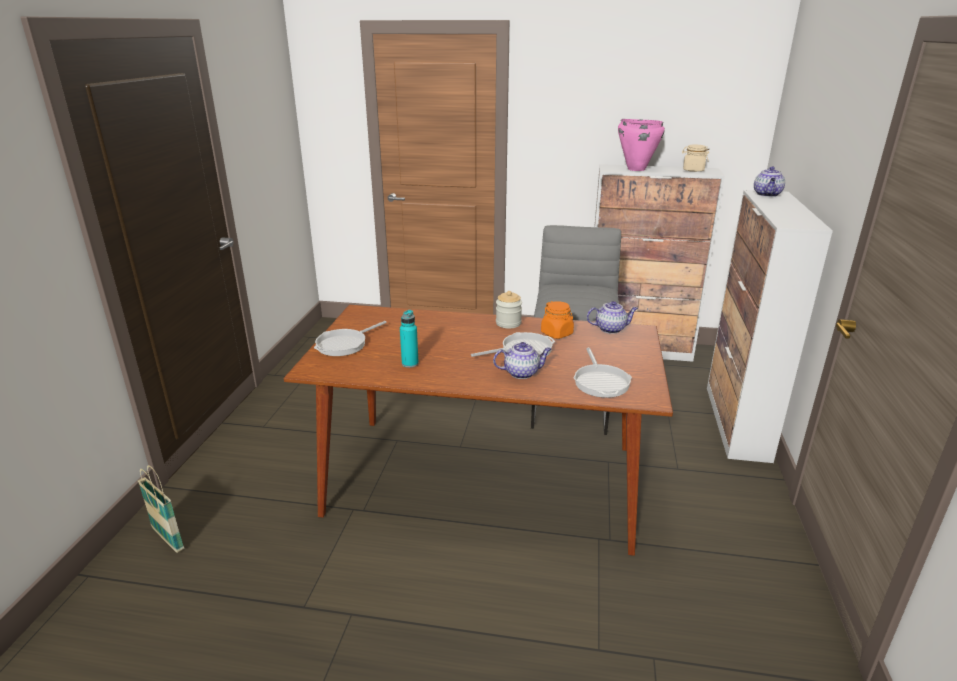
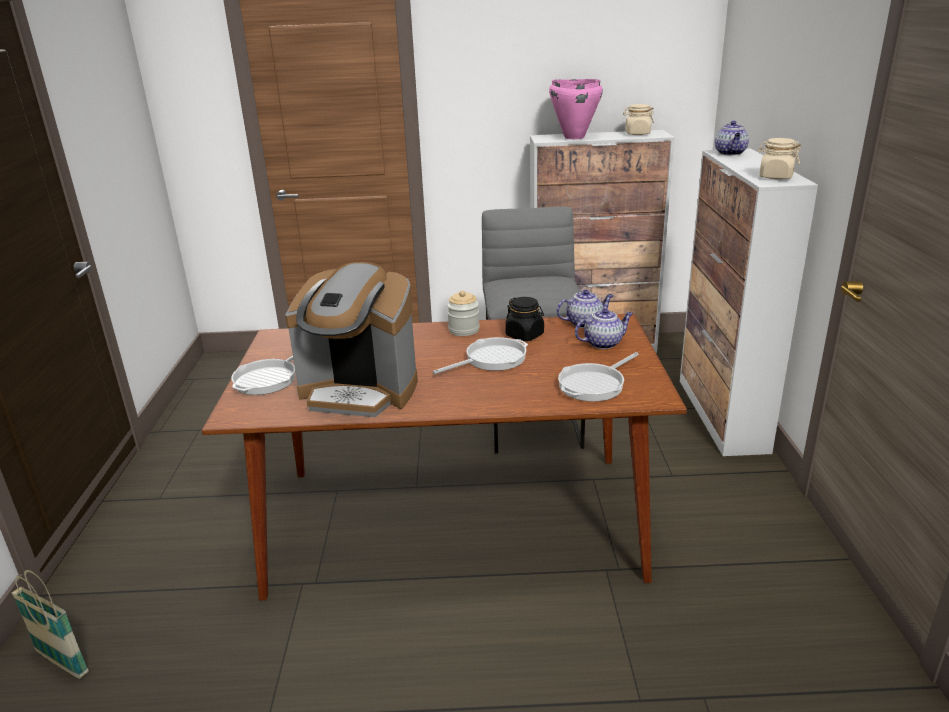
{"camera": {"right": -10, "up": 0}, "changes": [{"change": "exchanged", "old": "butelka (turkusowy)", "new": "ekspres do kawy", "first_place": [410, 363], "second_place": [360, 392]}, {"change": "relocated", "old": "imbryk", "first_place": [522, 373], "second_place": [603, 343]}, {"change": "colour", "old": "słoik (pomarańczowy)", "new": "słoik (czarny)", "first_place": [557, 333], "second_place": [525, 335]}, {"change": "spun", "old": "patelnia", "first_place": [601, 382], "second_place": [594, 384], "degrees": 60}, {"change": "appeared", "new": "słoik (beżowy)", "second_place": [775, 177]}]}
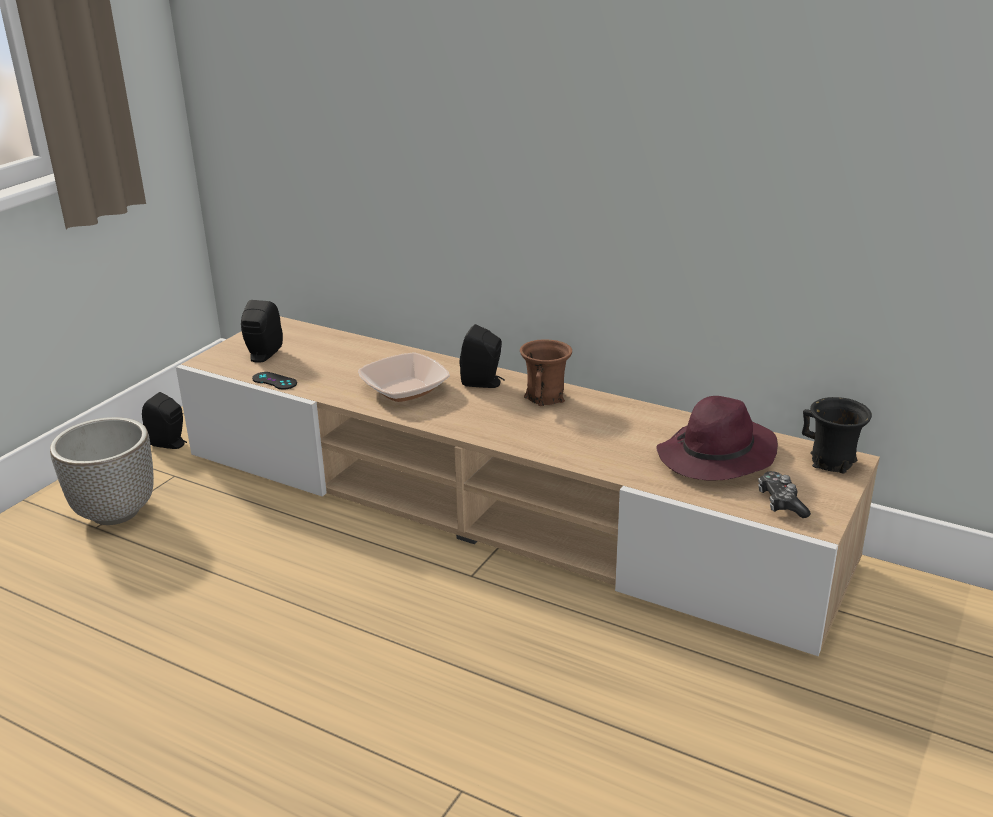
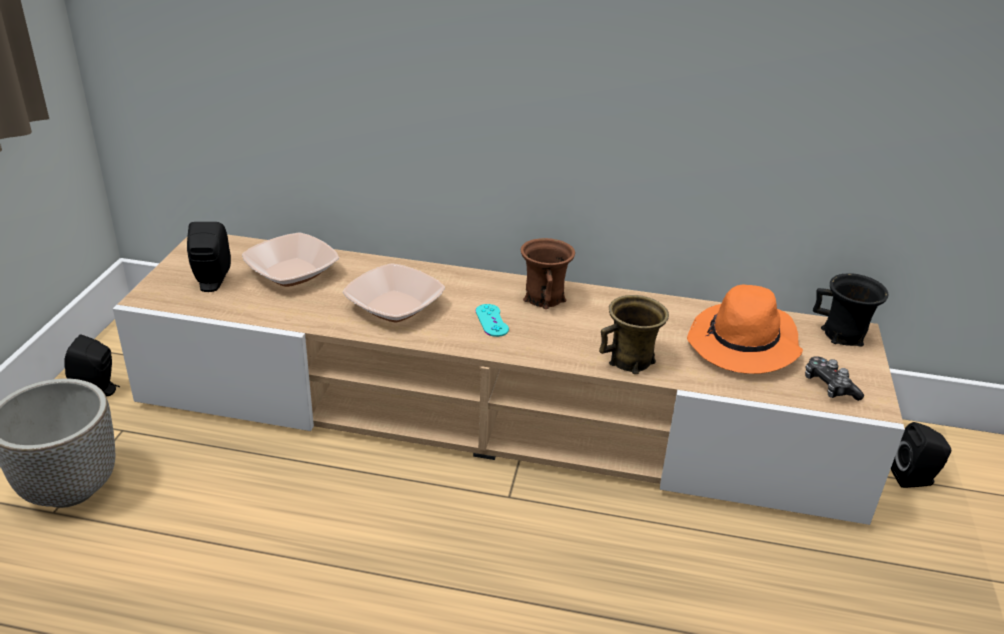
{"camera": {"right": -20, "up": 5}, "changes": [{"change": "missing", "old": "pad do gier (czarny)", "first_place": [274, 381]}, {"change": "relocated", "old": "głośnik (czarny)", "first_place": [484, 383], "second_place": [914, 479]}, {"change": "colour", "old": "kapelusz (fioletowy)", "new": "kapelusz (pomarańczowy)", "first_place": [716, 457], "second_place": [743, 345]}, {"change": "appeared", "new": "miska", "second_place": [292, 272]}, {"change": "appeared", "new": "pad do gier (turkusowy)", "second_place": [492, 320]}, {"change": "appeared", "new": "kubek (brązowy)", "second_place": [631, 361]}]}
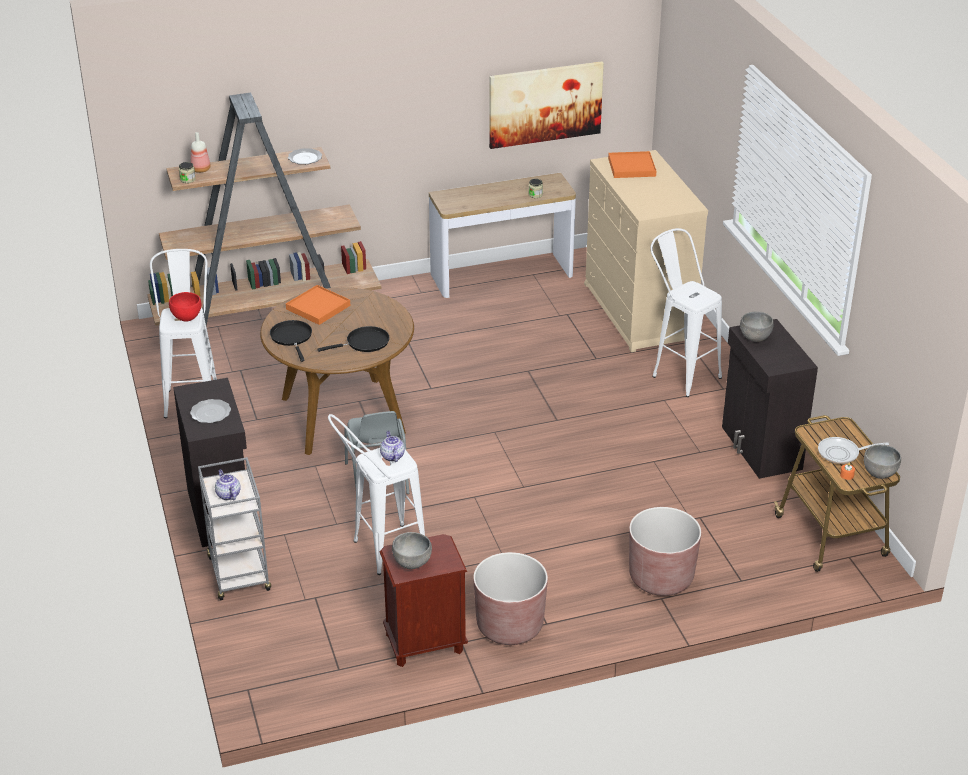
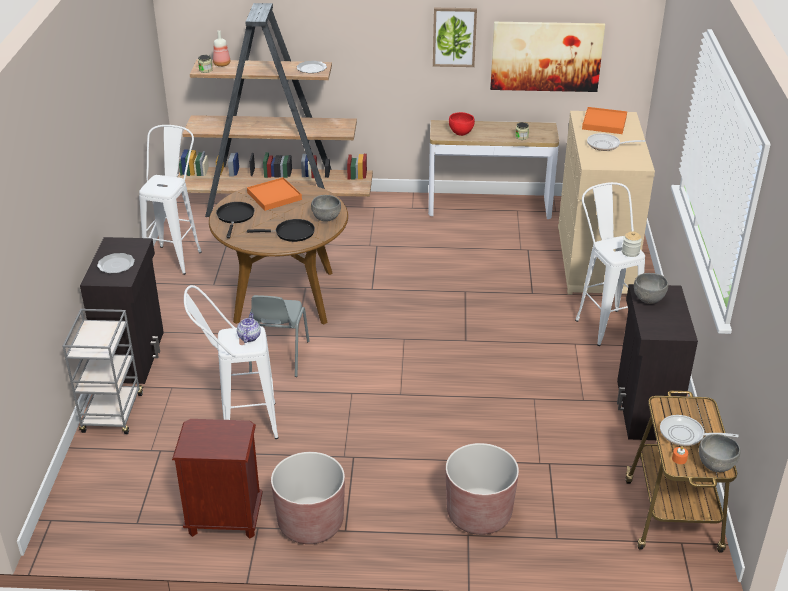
{"camera": {"right": 20, "up": 0}, "changes": [{"change": "relocated", "old": "miska (czerwony)", "first_place": [187, 317], "second_place": [461, 133]}, {"change": "missing", "old": "imbryk", "first_place": [228, 494]}, {"change": "relocated", "old": "miska (szary)", "first_place": [411, 563], "second_place": [326, 218]}, {"change": "appeared", "new": "obraz", "second_place": [454, 37]}, {"change": "appeared", "new": "patelnia", "second_place": [606, 145]}, {"change": "appeared", "new": "słoik", "second_place": [630, 252]}]}
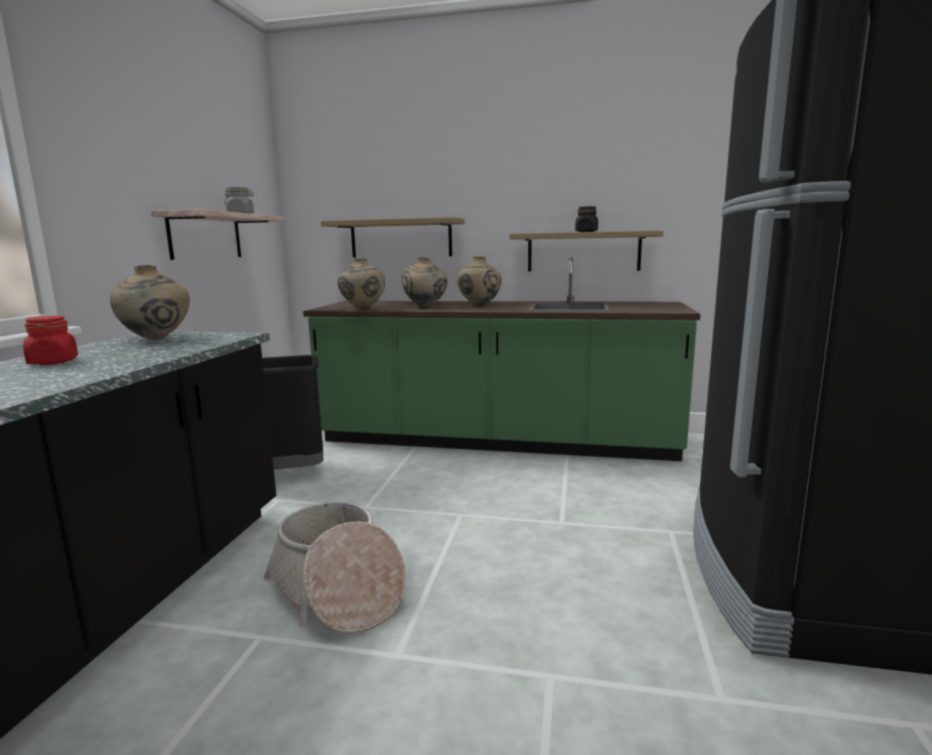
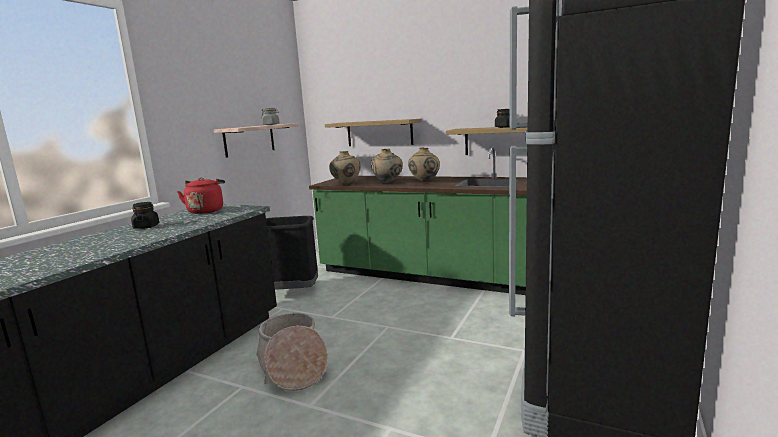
{"camera": {"right": 15, "up": 0}, "changes": [{"change": "colour", "old": "słoik (czerwony)", "new": "słoik (czarny)", "first_place": [53, 362], "second_place": [146, 227]}, {"change": "exchanged", "old": "wazon (beżowy)", "new": "czajnik (czerwony)", "first_place": [157, 339], "second_place": [206, 211]}]}
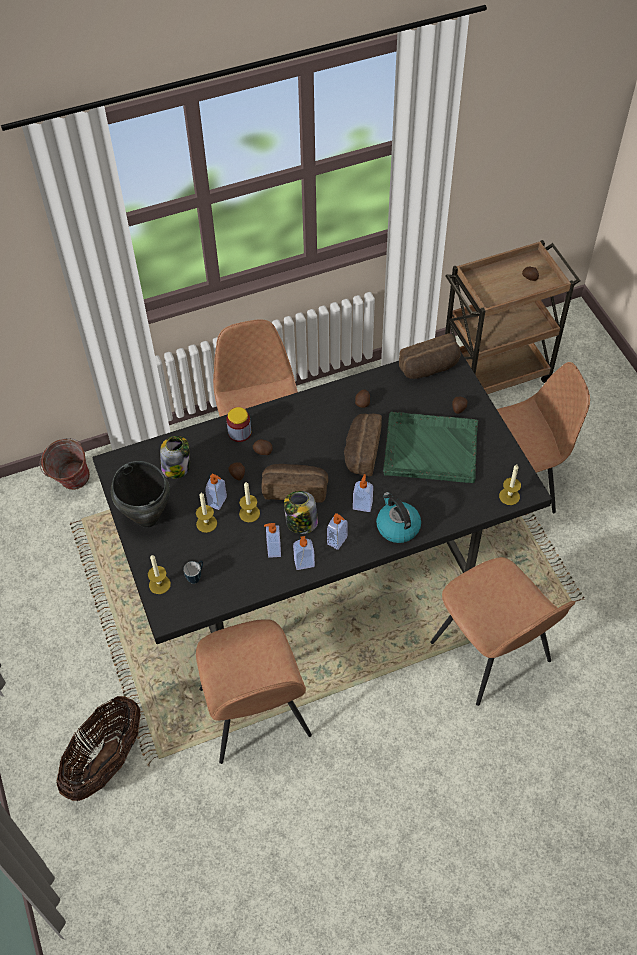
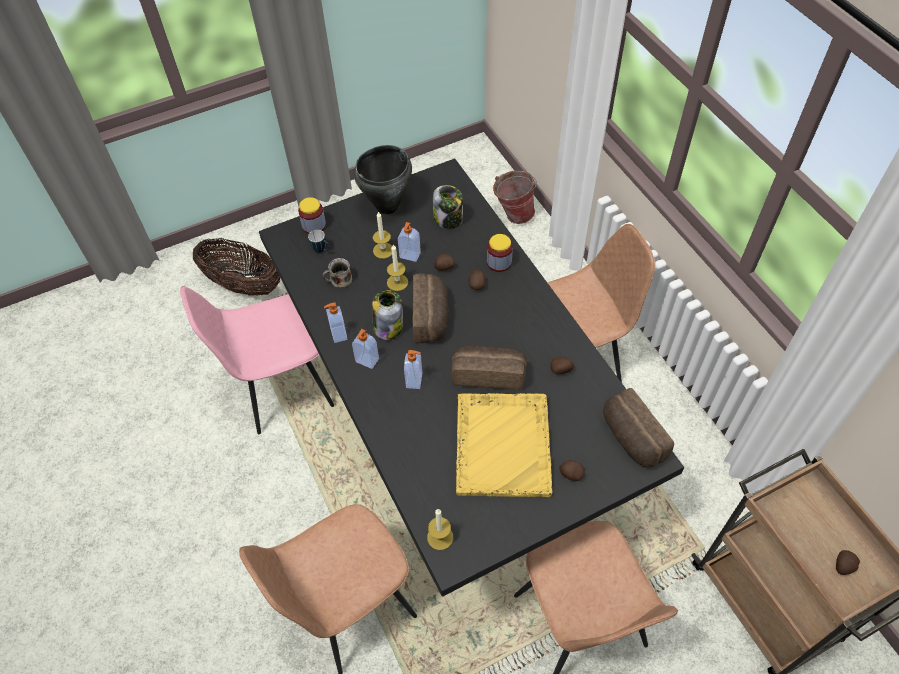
{"camera": {"right": 85, "up": 0}, "changes": [{"change": "exchanged", "old": "świeca", "new": "słoik", "first_place": [159, 584], "second_place": [314, 225]}, {"change": "colour", "old": "krzesło (brązowy)", "new": "krzesło (różowy)", "first_place": [255, 715], "second_place": [280, 386]}, {"change": "missing", "old": "dozownik mydła", "first_place": [273, 549]}, {"change": "missing", "old": "czajnik", "first_place": [397, 526]}, {"change": "colour", "old": "taca (zielony)", "new": "taca (żółty)", "first_place": [429, 448], "second_place": [503, 444]}, {"change": "appeared", "new": "kubek", "second_place": [340, 280]}]}
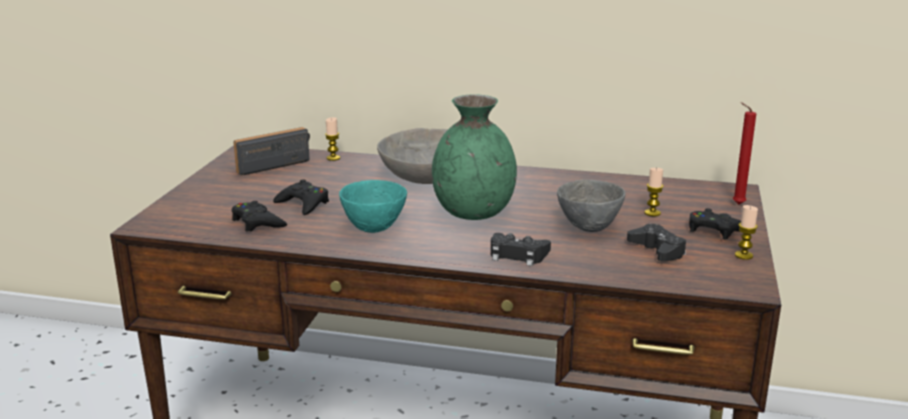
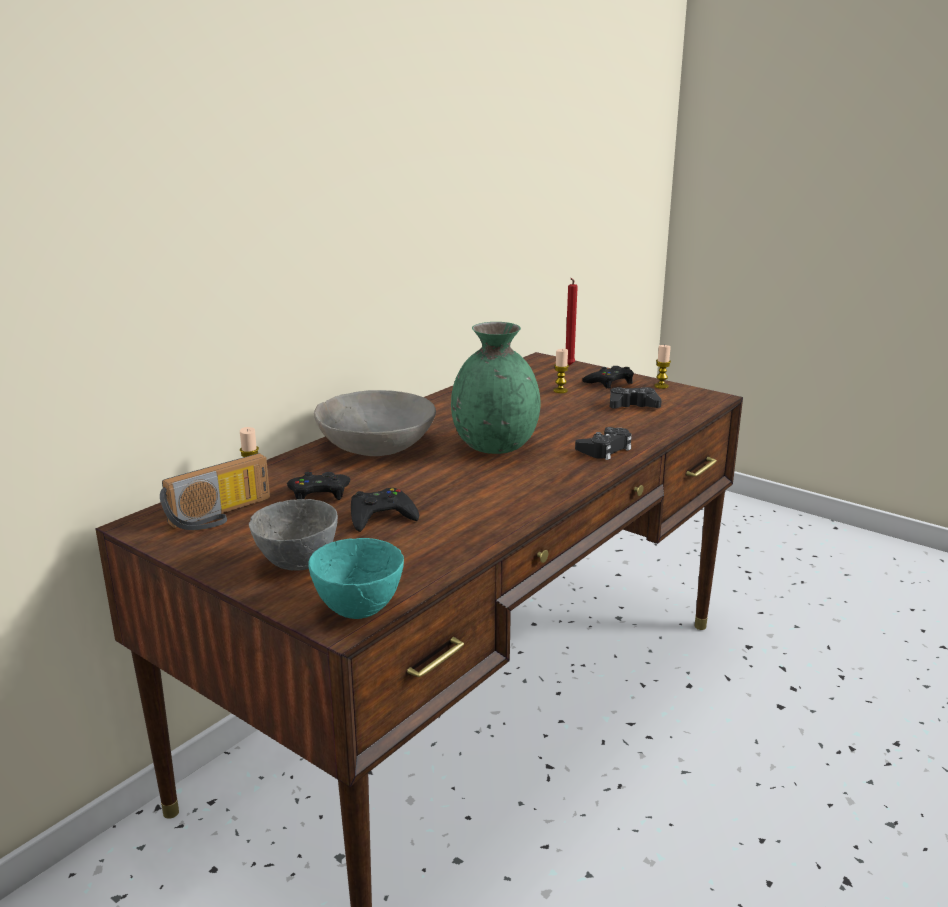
{"camera": {"right": -65, "up": 0}, "changes": [{"change": "relocated", "old": "pad do gier (czarny)", "first_place": [257, 222], "second_place": [319, 493]}, {"change": "spun", "old": "radio", "first_place": [273, 164], "second_place": [221, 515], "degrees": -120}, {"change": "relocated", "old": "miska (turkusowy)", "first_place": [373, 228], "second_place": [356, 609]}, {"change": "relocated", "old": "miska (szary)", "first_place": [589, 228], "second_place": [299, 564]}]}
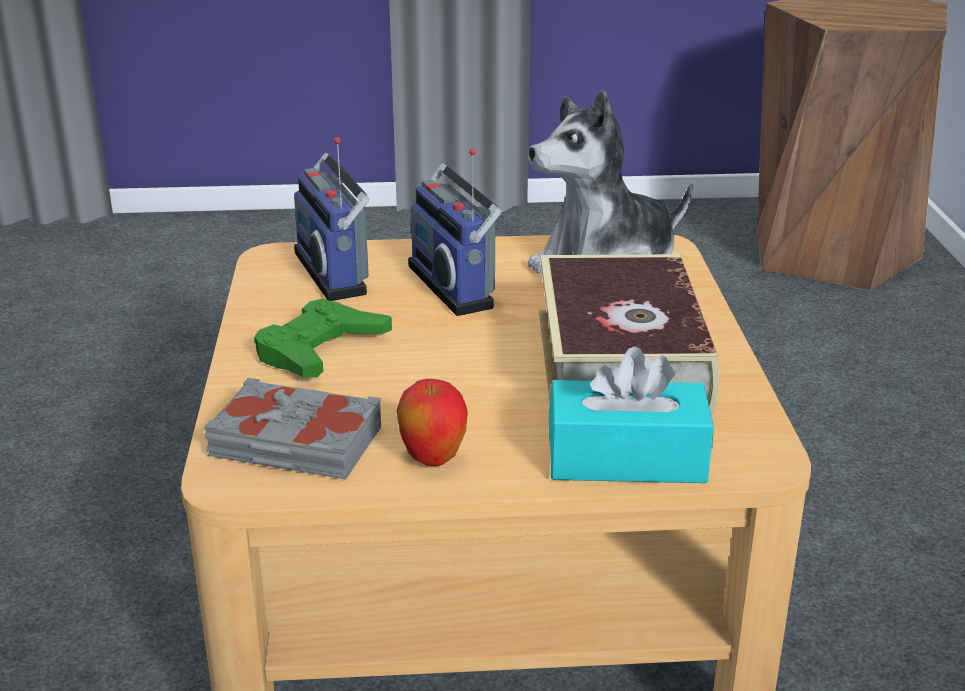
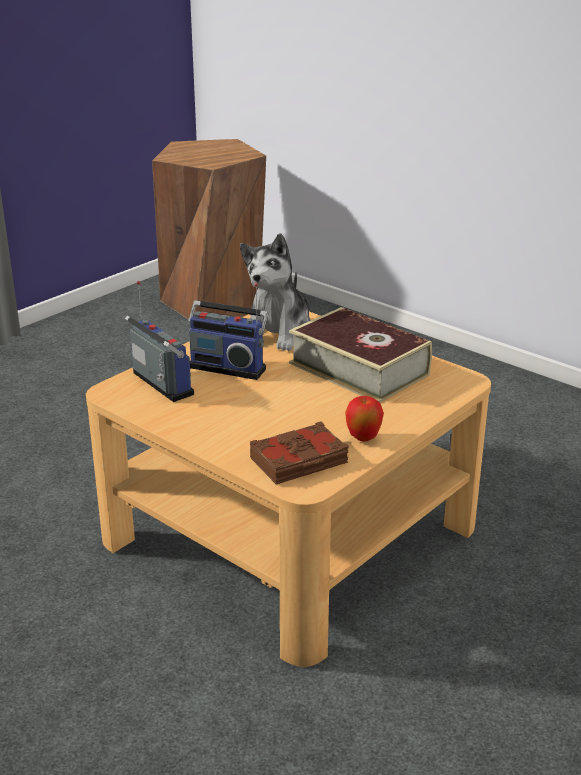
{"camera": {"right": -45, "up": 0}, "changes": [{"change": "colour", "old": "książka (szary)", "new": "książka (brązowy)", "first_place": [295, 443], "second_place": [299, 461]}, {"change": "missing", "old": "pad do gier (zielony)", "first_place": [320, 349]}, {"change": "spun", "old": "radio", "first_place": [336, 272], "second_place": [159, 385], "degrees": -150}, {"change": "missing", "old": "pudełko chusteczek (turkusowy)", "first_place": [626, 459]}]}
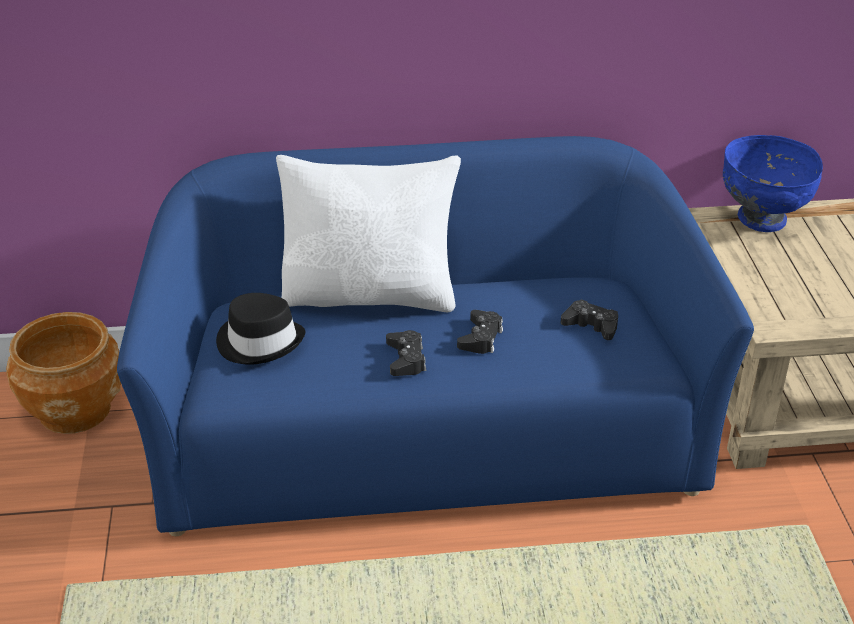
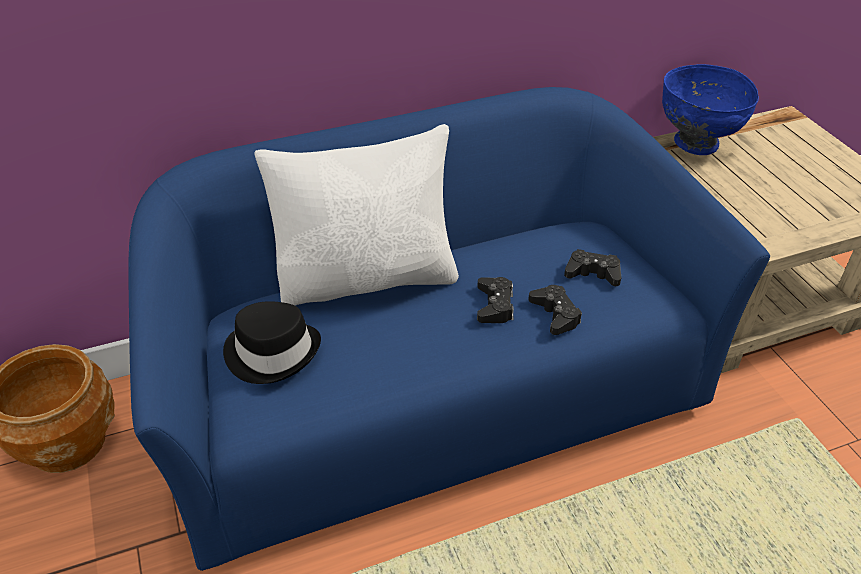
{"camera": {"right": -15, "up": 5}, "changes": [{"change": "relocated", "old": "pad do gier (czarny)", "first_place": [406, 359], "second_place": [555, 314]}]}
